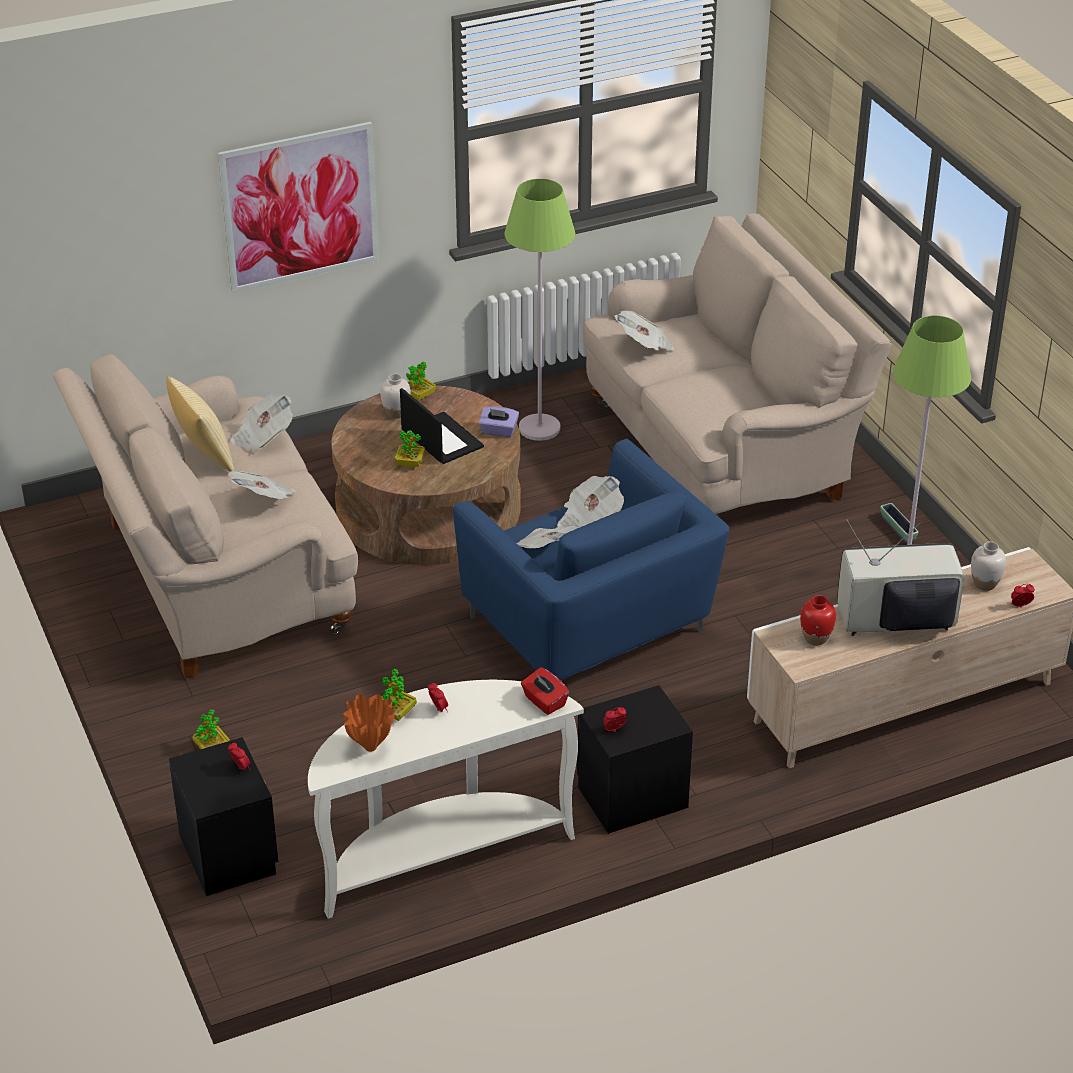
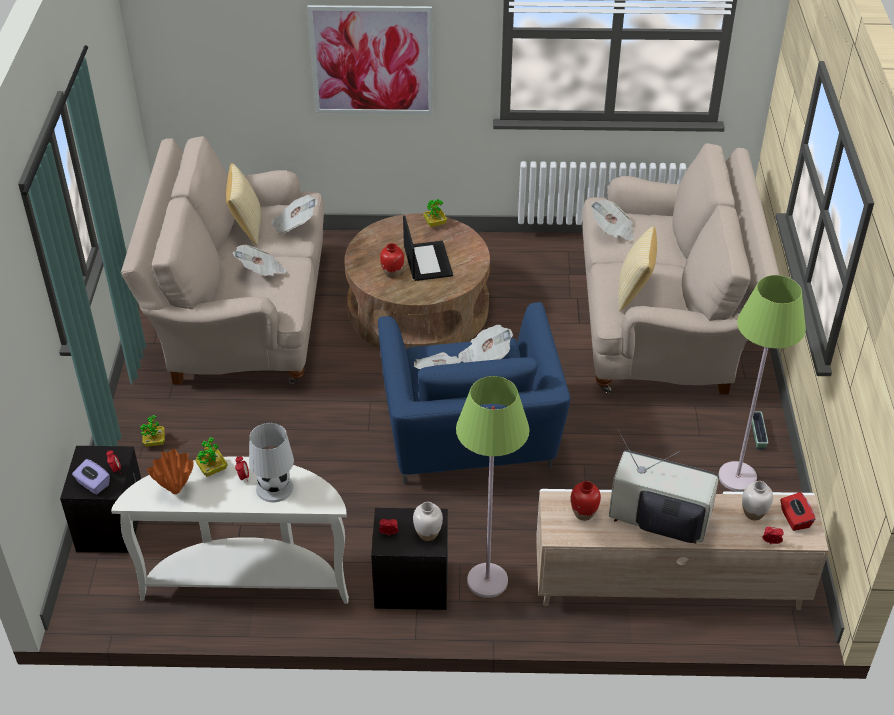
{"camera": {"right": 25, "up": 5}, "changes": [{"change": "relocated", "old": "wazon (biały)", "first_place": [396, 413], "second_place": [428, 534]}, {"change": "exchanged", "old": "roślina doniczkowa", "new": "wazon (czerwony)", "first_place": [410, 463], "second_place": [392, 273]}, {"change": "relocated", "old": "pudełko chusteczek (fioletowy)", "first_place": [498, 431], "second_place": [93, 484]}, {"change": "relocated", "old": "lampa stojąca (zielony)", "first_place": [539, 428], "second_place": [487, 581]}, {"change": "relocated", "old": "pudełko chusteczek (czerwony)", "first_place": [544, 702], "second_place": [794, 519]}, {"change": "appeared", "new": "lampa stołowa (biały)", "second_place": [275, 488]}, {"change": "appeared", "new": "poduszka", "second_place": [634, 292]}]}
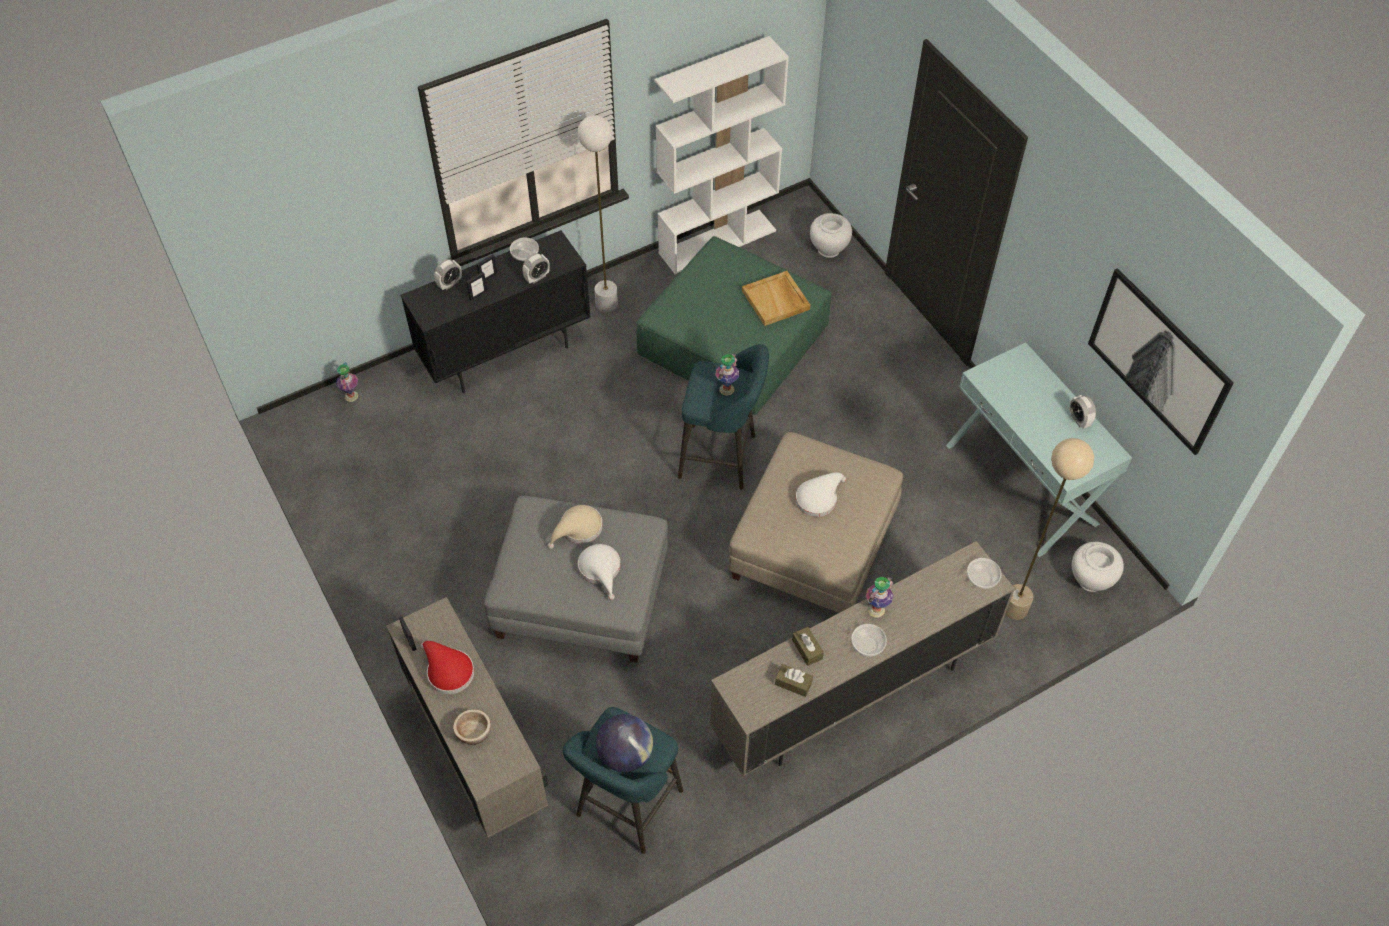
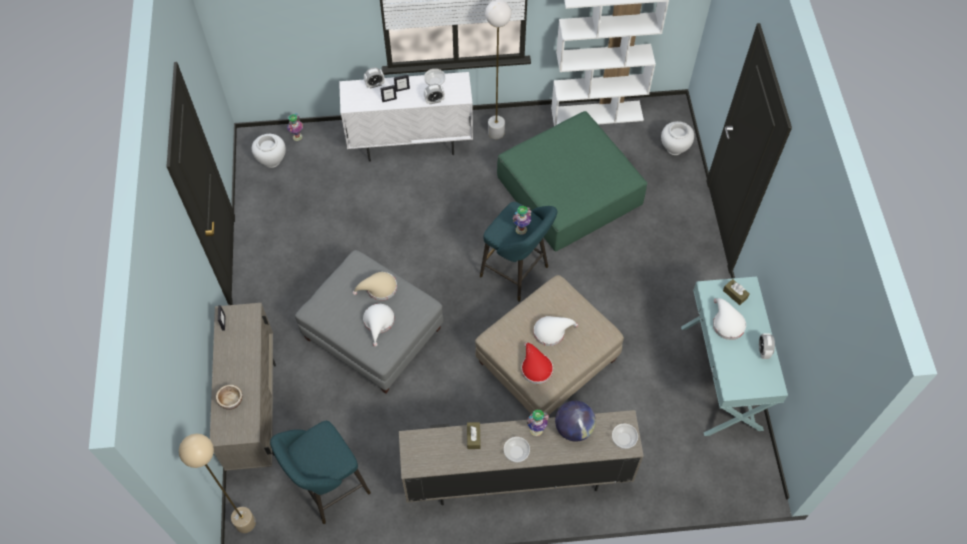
{"camera": {"right": 25, "up": 5}, "changes": [{"change": "colour", "old": "szafka (czarny)", "new": "szafka (biały)", "first_place": [506, 354], "second_place": [411, 144]}, {"change": "relocated", "old": "kapelusz (czerwony)", "first_place": [448, 671], "second_place": [535, 367]}, {"change": "relocated", "old": "globus", "first_place": [625, 754], "second_place": [574, 428]}, {"change": "missing", "old": "taca (beżowy)", "first_place": [776, 300]}, {"change": "relocated", "old": "pudełko chusteczek (brązowy)", "first_place": [793, 683], "second_place": [735, 294]}, {"change": "relocated", "old": "lampa stojąca (beżowy)", "first_place": [1015, 608], "second_place": [245, 523]}, {"change": "relocated", "old": "wazon (biały)", "first_place": [1090, 581], "second_place": [272, 161]}, {"change": "missing", "old": "obraz", "first_place": [1158, 361]}, {"change": "appeared", "new": "kapelusz (biały)", "second_place": [726, 323]}]}
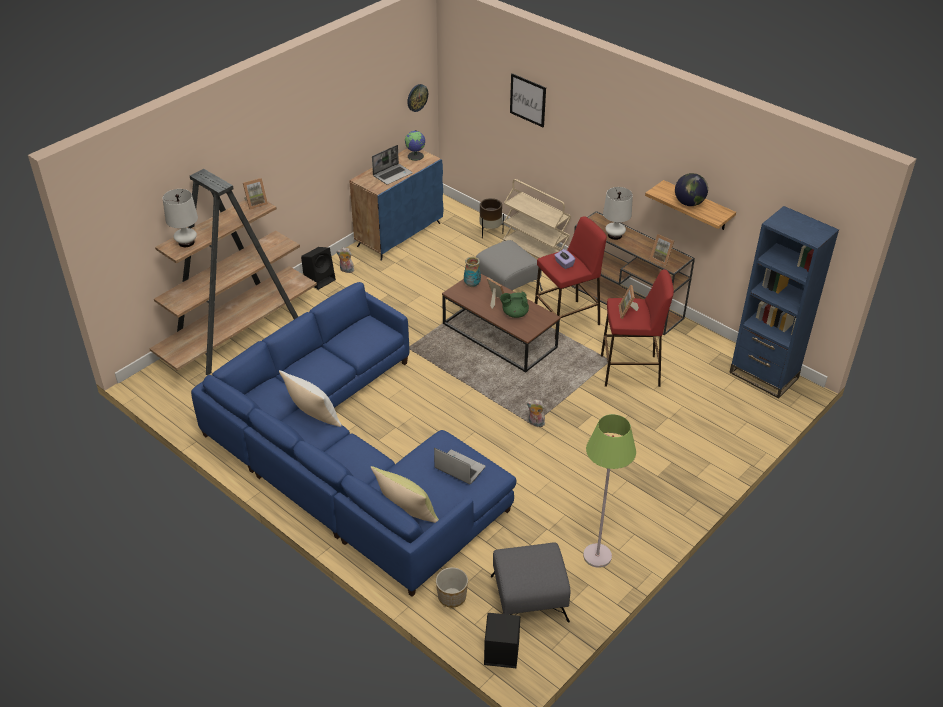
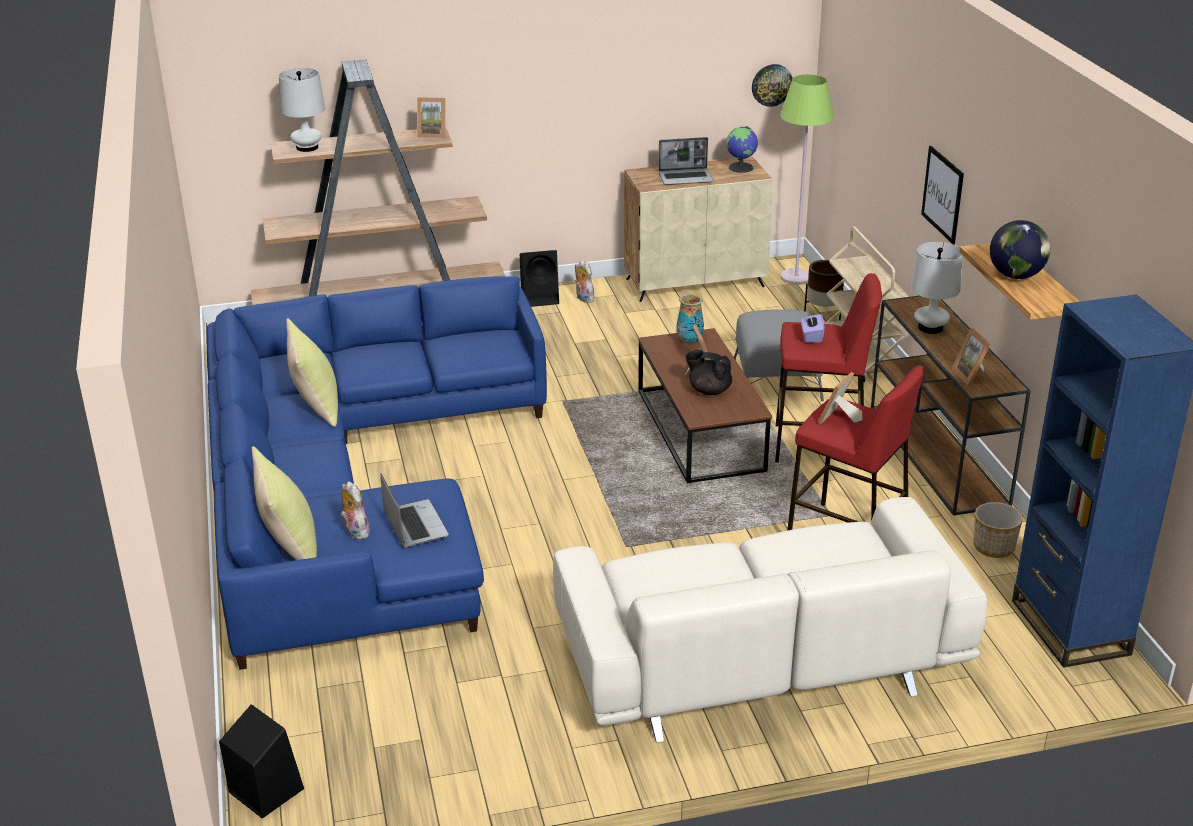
{"camera": {"right": 35, "up": -10}, "changes": [{"change": "colour", "old": "poduszka (biały)", "new": "poduszka (żółty)", "first_place": [312, 417], "second_place": [316, 405]}, {"change": "colour", "old": "szafka (niebieski)", "new": "szafka (beżowy)", "first_place": [399, 234], "second_place": [695, 282]}, {"change": "relocated", "old": "donica", "first_place": [451, 597], "second_place": [993, 547]}, {"change": "missing", "old": "pufa (szary)", "first_place": [530, 598]}, {"change": "colour", "old": "imbryk (zielony)", "new": "imbryk (czarny)", "first_place": [514, 314], "second_place": [709, 390]}, {"change": "relocated", "old": "obraz", "first_place": [528, 100], "second_place": [942, 194]}, {"change": "relocated", "old": "pluszak", "first_place": [535, 423], "second_place": [354, 532]}, {"change": "relocated", "old": "lampa stojąca (zielony)", "first_place": [597, 556], "second_place": [796, 277]}, {"change": "appeared", "new": "kanapa (beżowy)", "second_place": [758, 662]}]}
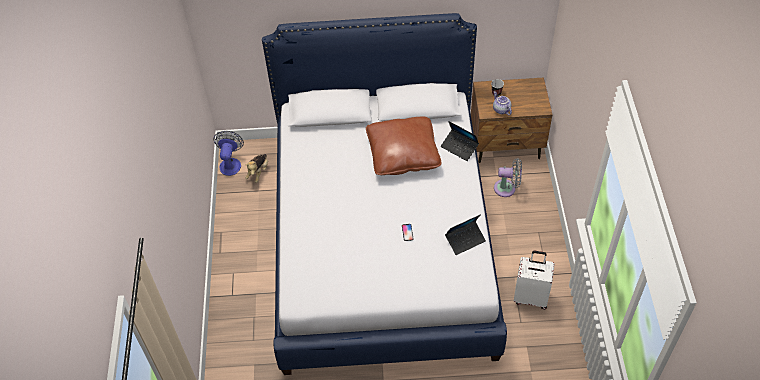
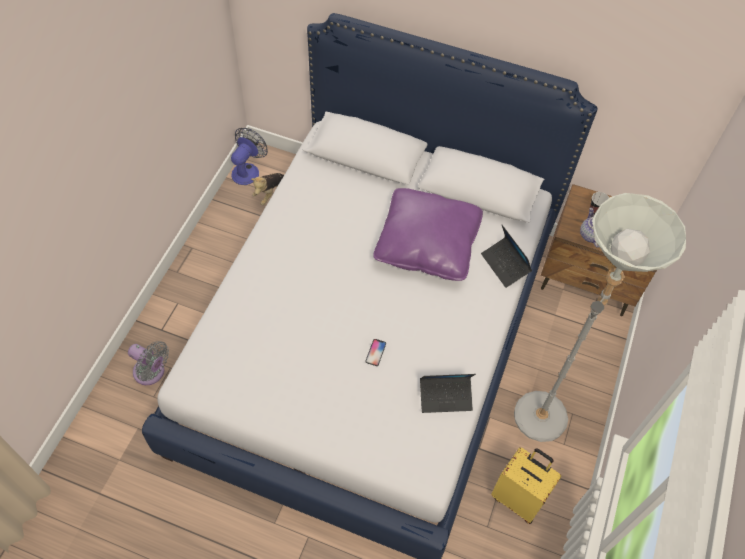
{"camera": {"right": 20, "up": 5}, "changes": [{"change": "colour", "old": "poduszka (brązowy)", "new": "poduszka (fioletowy)", "first_place": [403, 154], "second_place": [427, 244]}, {"change": "relocated", "old": "wentylator (szary)", "first_place": [507, 188], "second_place": [151, 373]}, {"change": "colour", "old": "walizka (biały)", "new": "walizka (żółty)", "first_place": [531, 297], "second_place": [518, 498]}, {"change": "appeared", "new": "lampa stojąca (szary)", "second_place": [546, 407]}]}
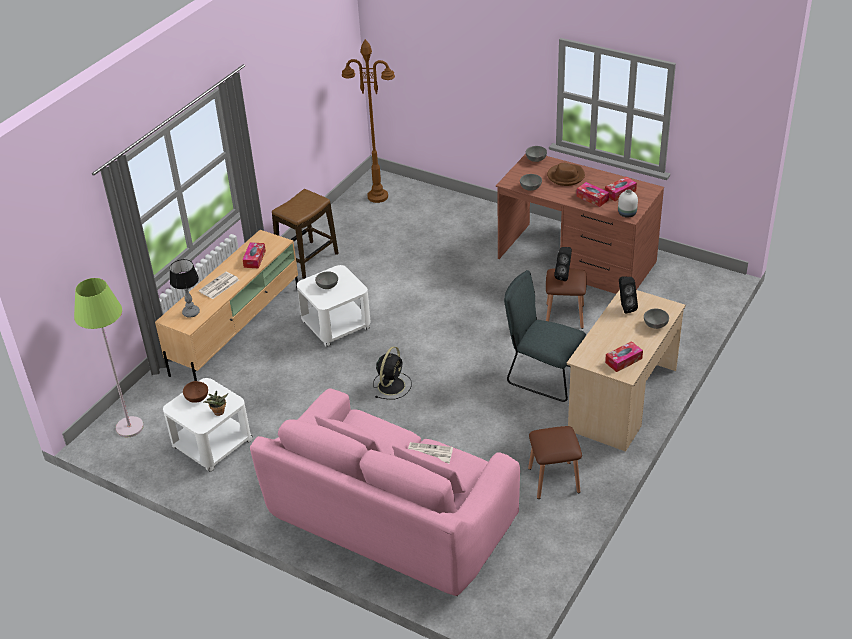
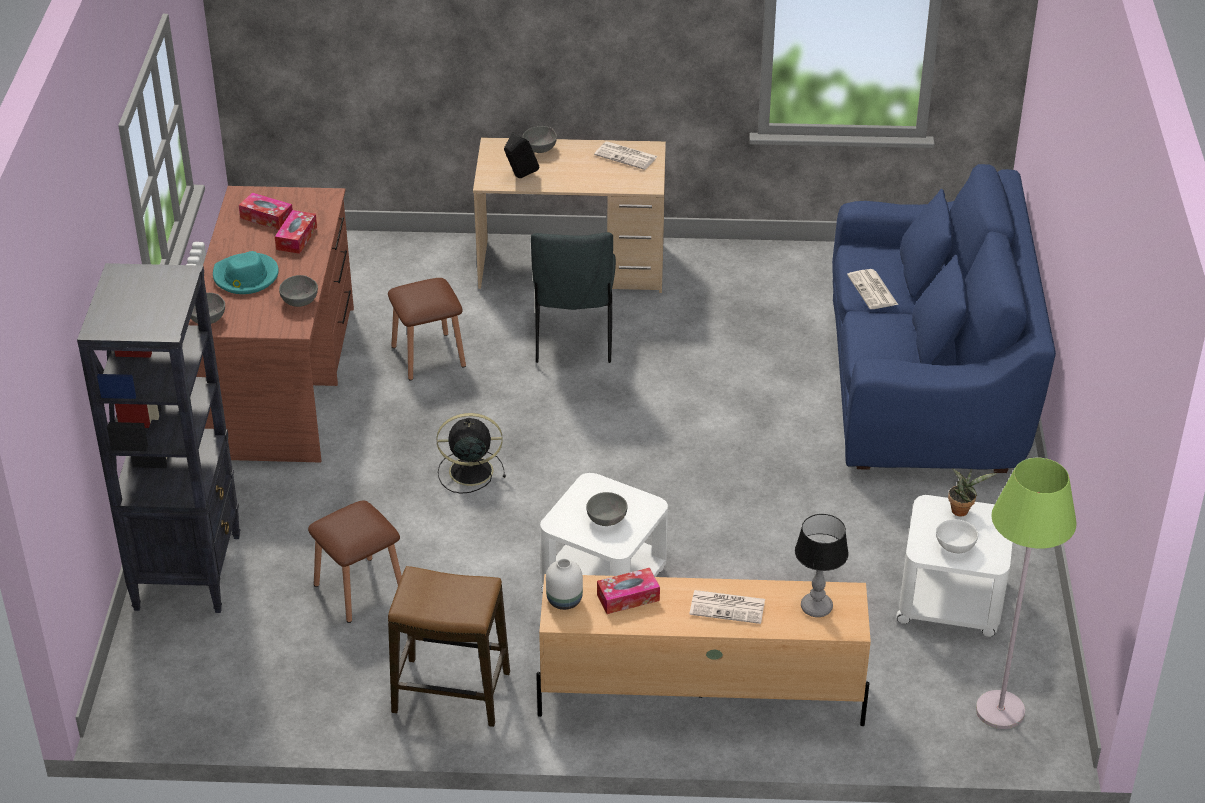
{"camera": {"right": -120, "up": 0}, "changes": [{"change": "colour", "old": "miska (brązowy)", "new": "miska (biały)", "first_place": [197, 397], "second_place": [954, 546]}, {"change": "colour", "old": "kanapa (różowy)", "new": "kanapa (niebieski)", "first_place": [392, 521], "second_place": [925, 380]}, {"change": "missing", "old": "lampa stojąca (brązowy)", "first_place": [378, 196]}, {"change": "relocated", "old": "wentylator (czarny)", "first_place": [392, 385], "second_place": [469, 471]}, {"change": "relocated", "old": "stołek (brązowy)", "first_place": [554, 480], "second_place": [359, 589]}, {"change": "colour", "old": "kapelusz (brązowy)", "new": "kapelusz (turkusowy)", "first_place": [566, 176], "second_place": [245, 277]}, {"change": "missing", "old": "głośnik (czarny)", "first_place": [564, 276]}, {"change": "exchanged", "old": "pudełko chusteczek", "new": "gazeta", "first_place": [623, 360], "second_place": [627, 156]}, {"change": "relocated", "old": "wazon (biały)", "first_place": [626, 213], "second_place": [564, 601]}, {"change": "appeared", "new": "regał (czarny)", "second_place": [188, 571]}]}
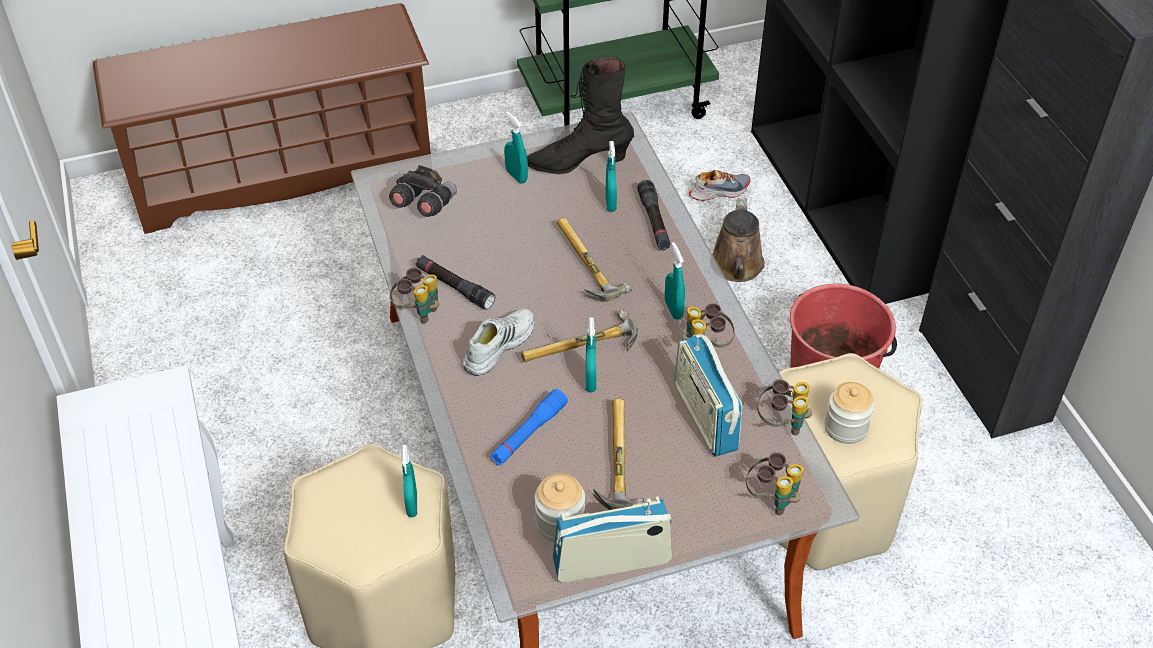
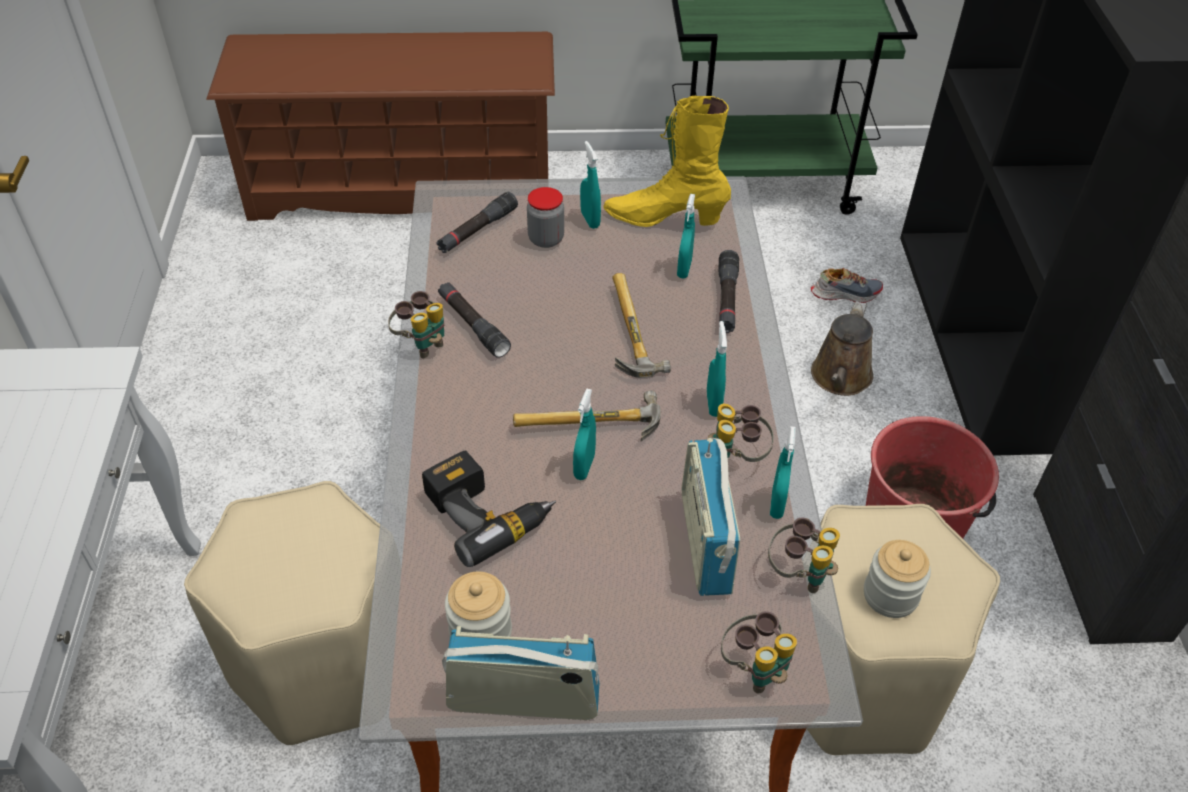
{"camera": {"right": 15, "up": 0}, "changes": [{"change": "exchanged", "old": "lornetka (szary)", "new": "latarka (czarny)", "first_place": [424, 204], "second_place": [477, 230]}, {"change": "relocated", "old": "spryskiwacz (turkusowy)", "first_place": [412, 505], "second_place": [777, 504]}, {"change": "missing", "old": "but (biały)", "first_place": [498, 345]}, {"change": "exchanged", "old": "latarka (niebieski)", "new": "wiertarka", "first_place": [528, 433], "second_place": [487, 512]}, {"change": "colour", "old": "but z cholewką (czarny)", "new": "but z cholewką (żółty)", "first_place": [578, 162], "second_place": [664, 218]}, {"change": "missing", "old": "młotek", "first_place": [613, 460]}, {"change": "appeared", "new": "słoik", "second_place": [546, 239]}]}
